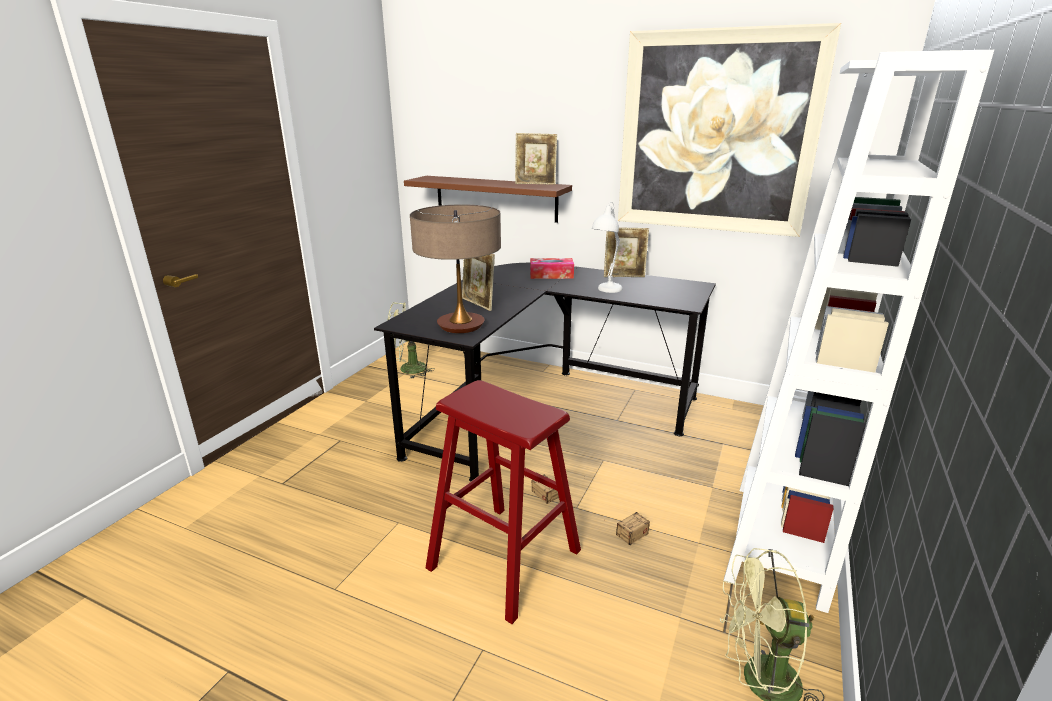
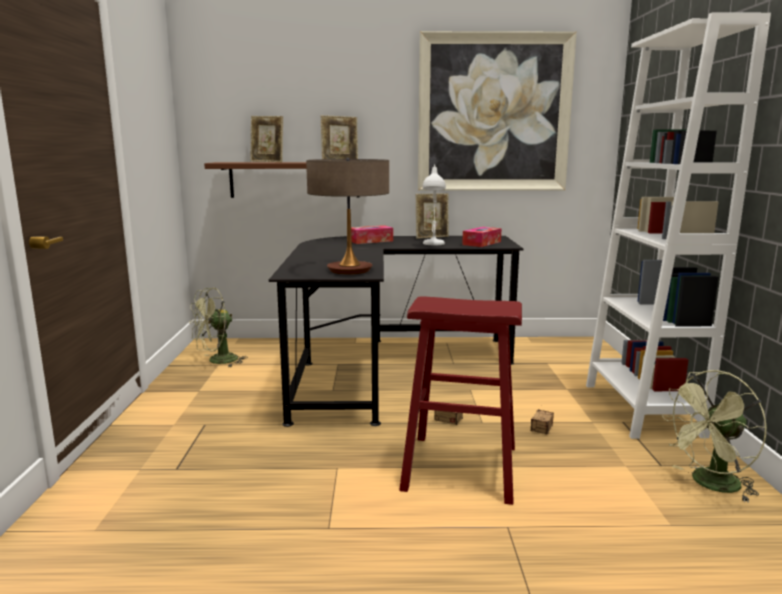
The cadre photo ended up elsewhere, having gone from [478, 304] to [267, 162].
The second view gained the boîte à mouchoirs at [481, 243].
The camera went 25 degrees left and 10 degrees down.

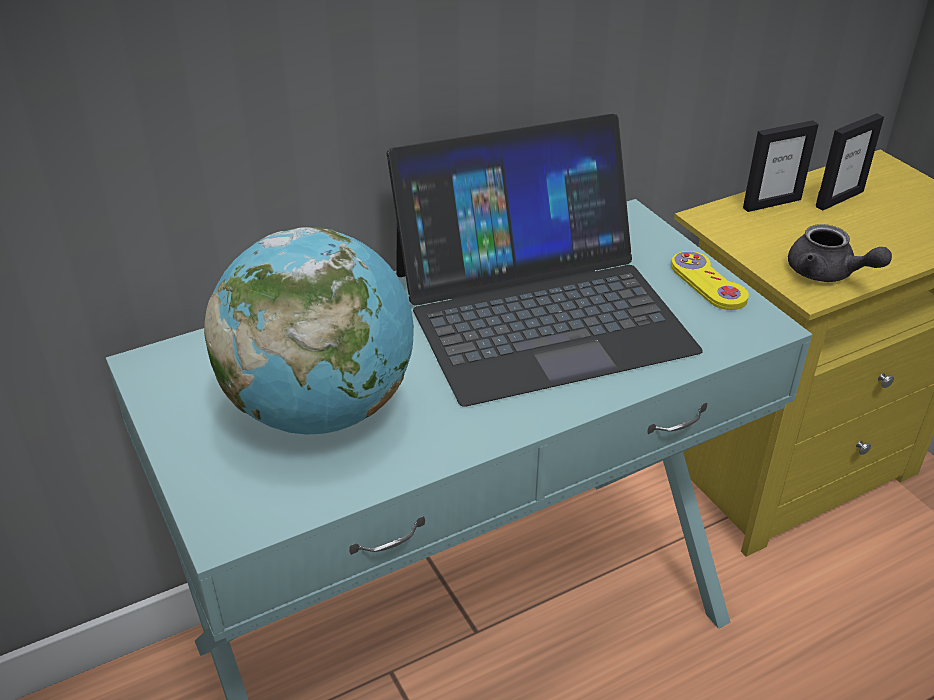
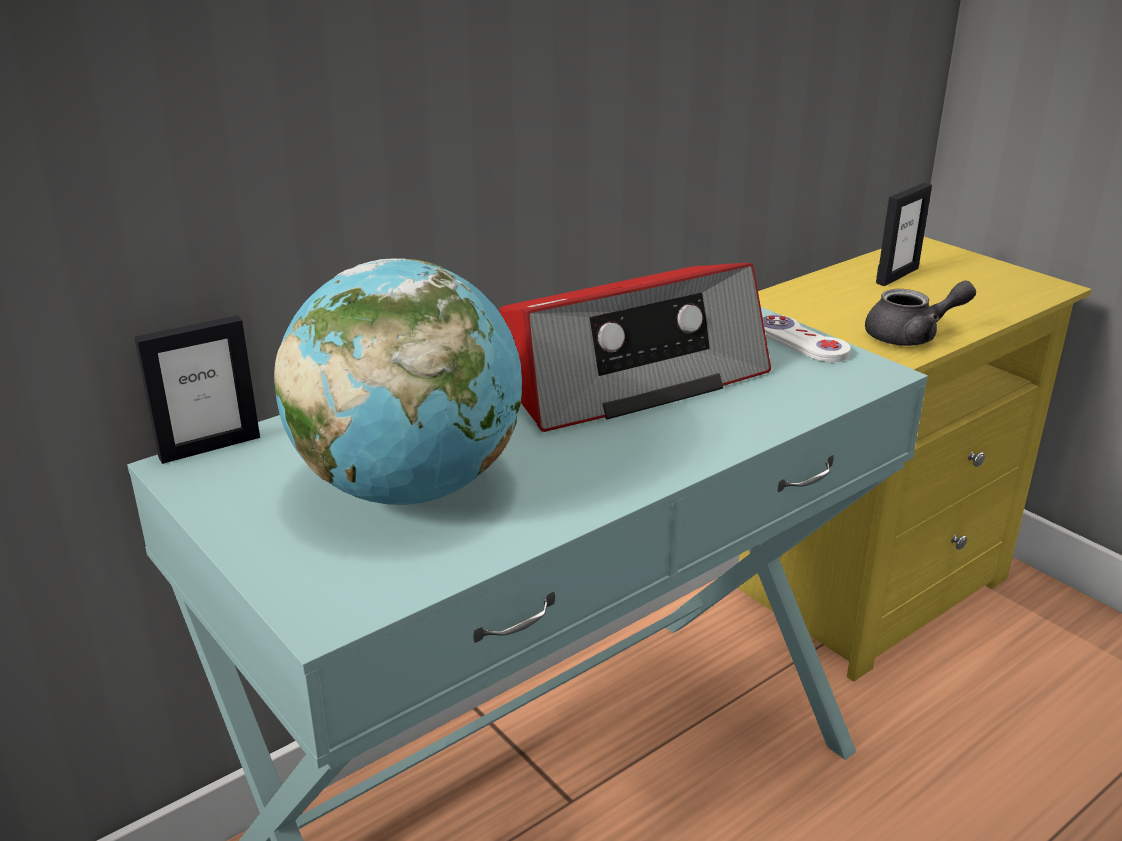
Where the ordinateur portable stood at [540, 309], the radio came to stand at [630, 378].
What was the manette/jaune at [708, 283] turned into the manette/blanc at [801, 341].
The cadre photo ended up elsewhere, having gone from [771, 203] to [209, 447].
The théière/gris at [827, 274] ended up facing another way, 45 degrees counterclockwise from before.
The camera went 10 degrees left and 10 degrees down.

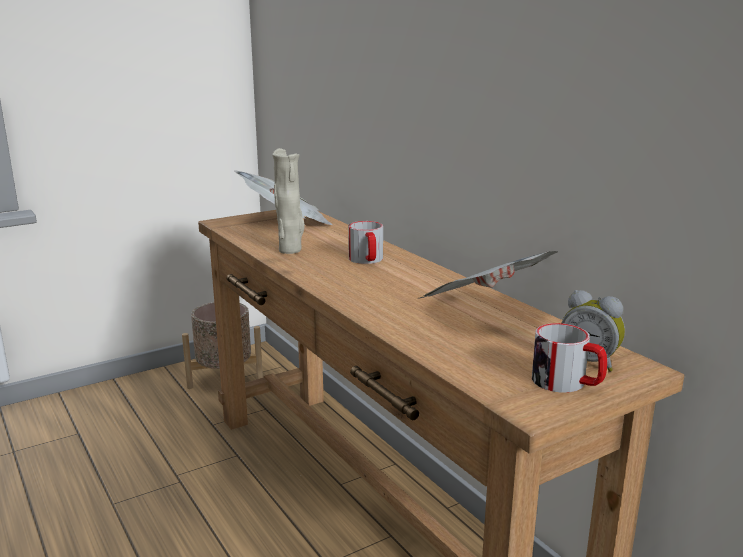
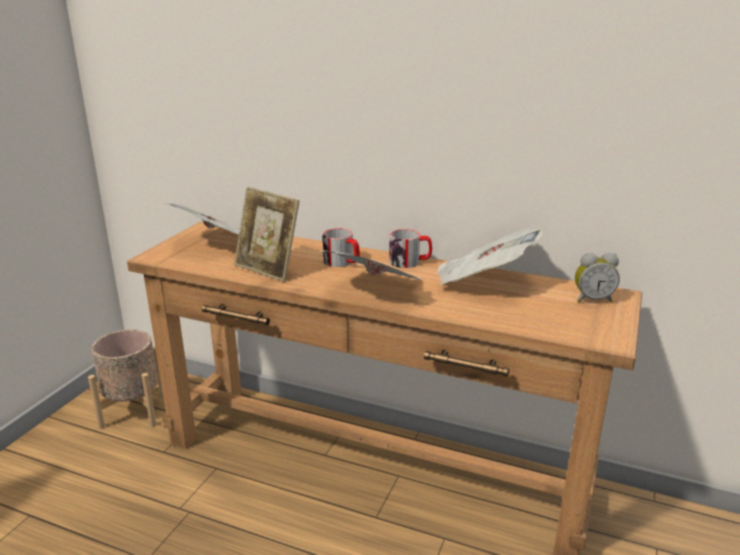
Where the vase/beige stood at [291, 250], the cadre photo came to stand at [268, 269].
The mug ended up elsewhere, having gone from [567, 383] to [410, 262].
The second view gained the journal at [377, 292].
The camera went 35 degrees left and 5 degrees up.

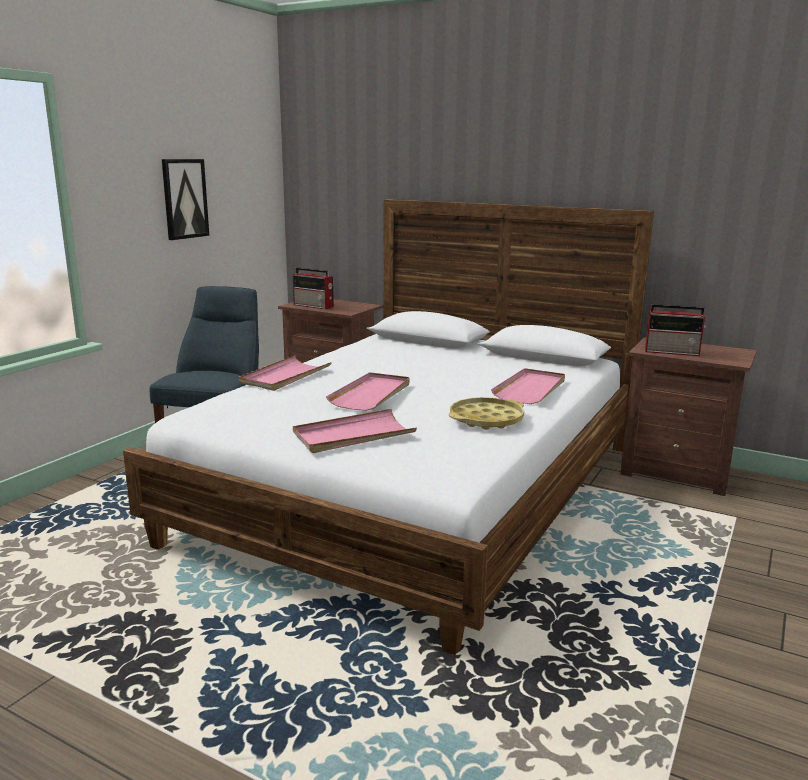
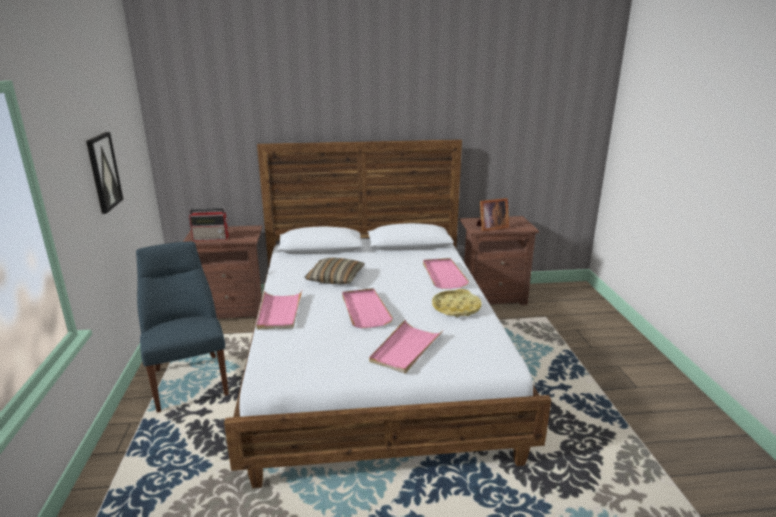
Where the radio stood at [673, 352], the cadre photo came to stand at [491, 227].
The second view gained the coussin at [335, 278].
The camera went 35 degrees left and 5 degrees up.

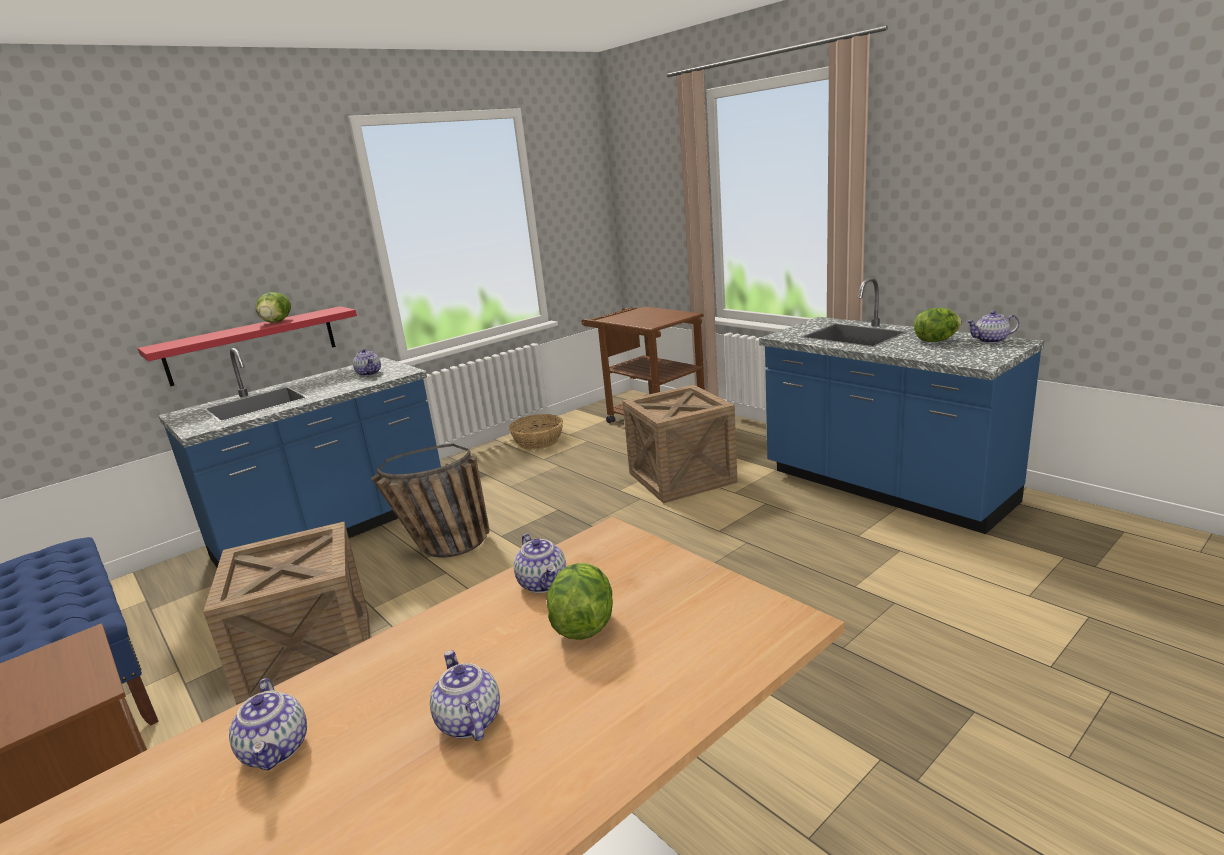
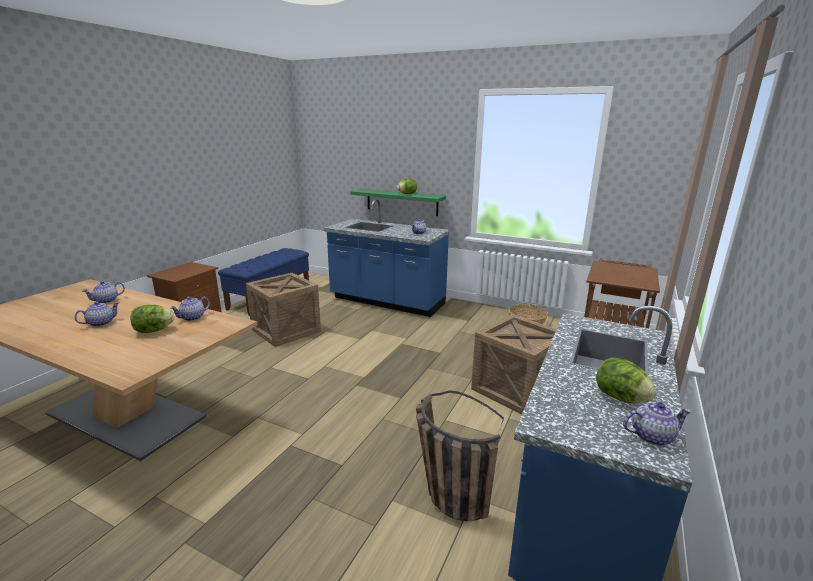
What was the étagère/rouge at [252, 345] turned into the étagère/vert at [401, 202].
The panier ended up elsewhere, having gone from [441, 549] to [446, 493].
The théière at [990, 340] ended up facing another way, 105 degrees clockwise from before.
The camera went 65 degrees right and 0 degrees up.

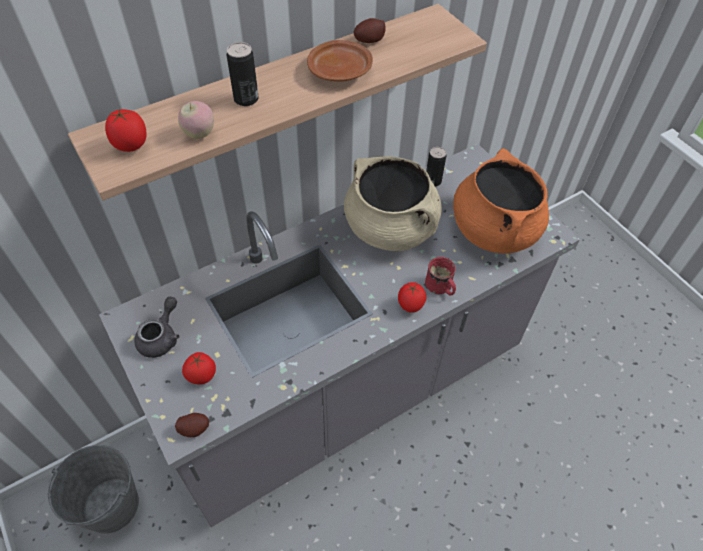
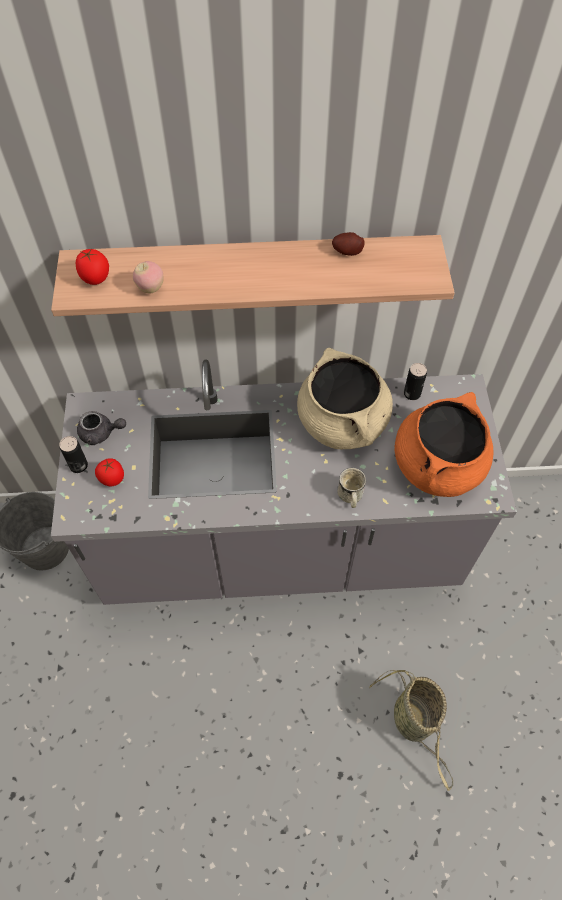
The théière/gris at [161, 337] ended up facing another way, 45 degrees clockwise from before.
The second view lost the pomme de terre at [194, 428].
The boîte métallique ended up elsewhere, having gone from [246, 99] to [78, 465].
The second view lost the assiette/marron at [340, 71].
The second view lost the tomate at [410, 306].
What was the mug/rouge at [440, 288] turned into the mug/blanc at [350, 497].
The second view gained the panier at [414, 722].
The camera went 30 degrees right and 5 degrees up.

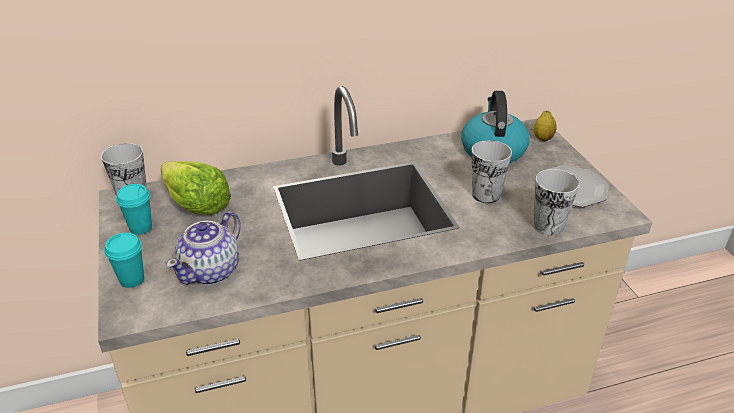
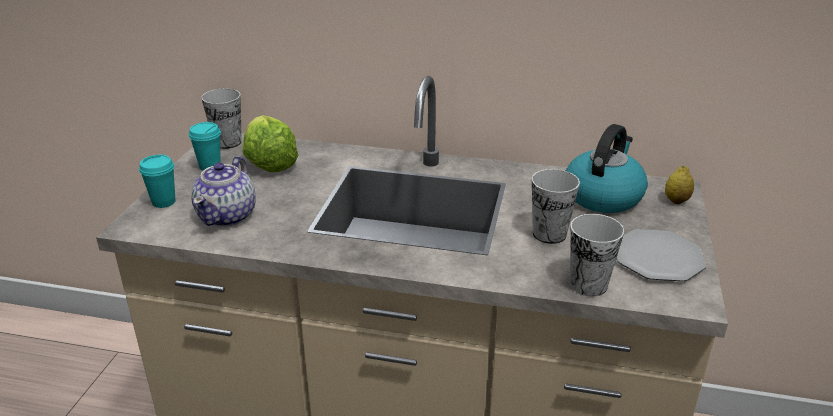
The théière at [211, 271] ended up facing another way, 45 degrees counterclockwise from before.
The camera went 30 degrees right and 5 degrees down.

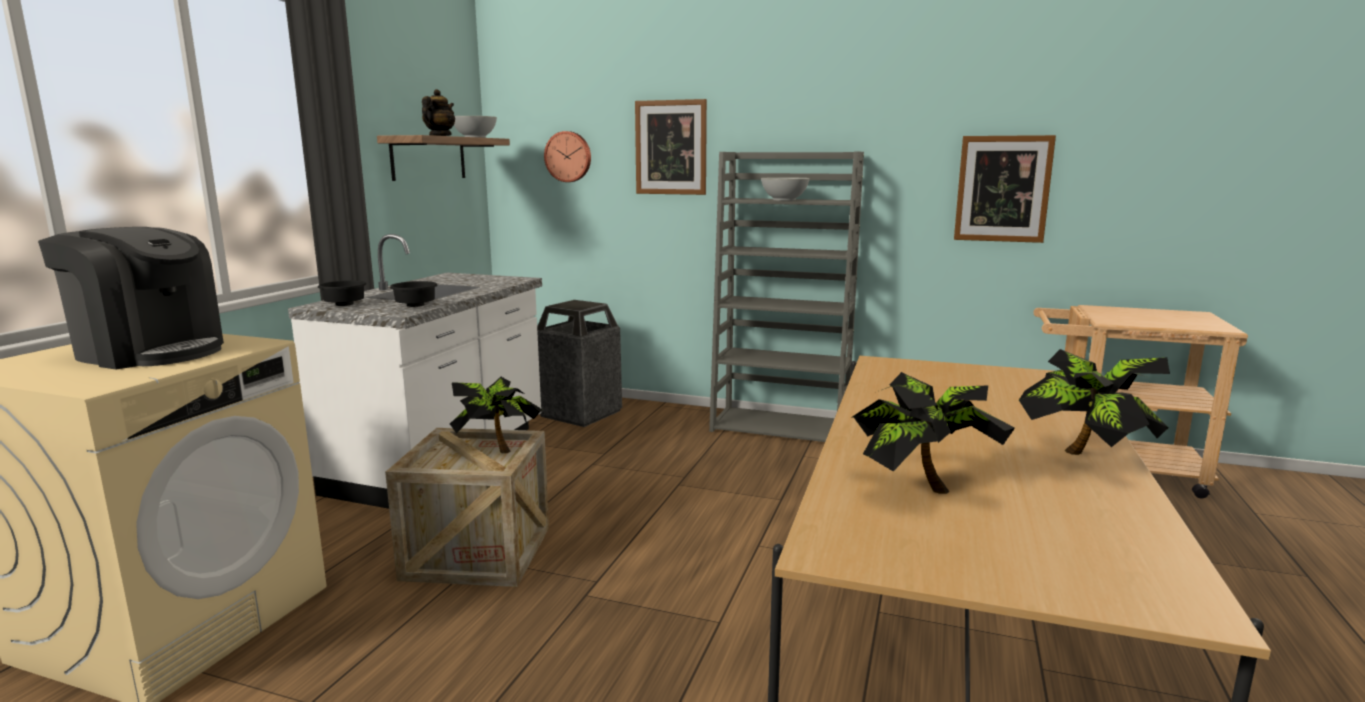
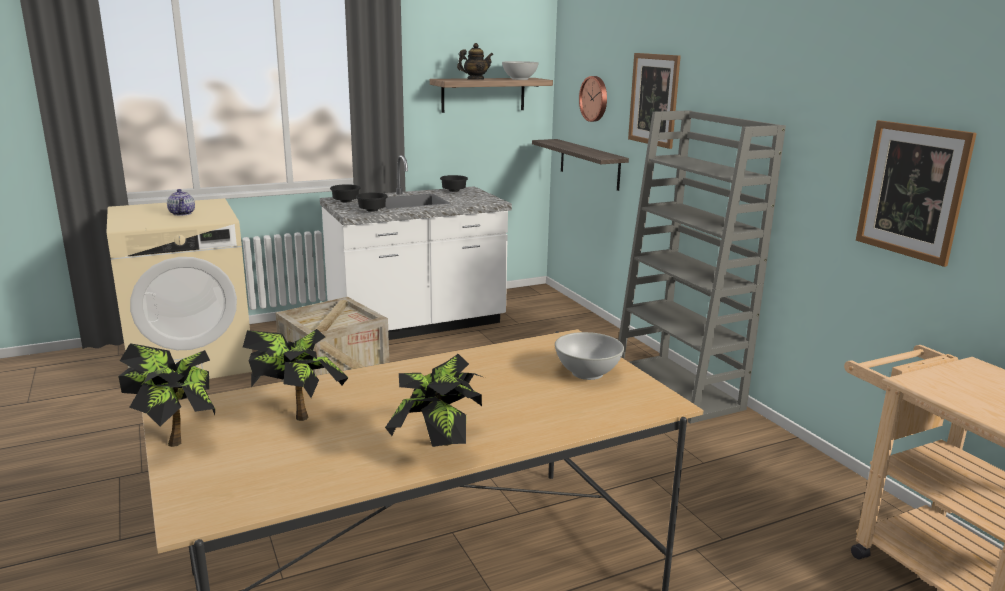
Where the machine à café stood at [150, 352], the théière came to stand at [182, 213].
The plante en pot ended up elsewhere, having gone from [497, 449] to [177, 436].
The second view lost the poubelle at [580, 414].
The bol/blanc ended up elsewhere, having gone from [784, 200] to [587, 373].
The second view gained the bol/noir at [454, 191].
The second view gained the étagère at [589, 164].
The camera went 45 degrees right and 5 degrees up.

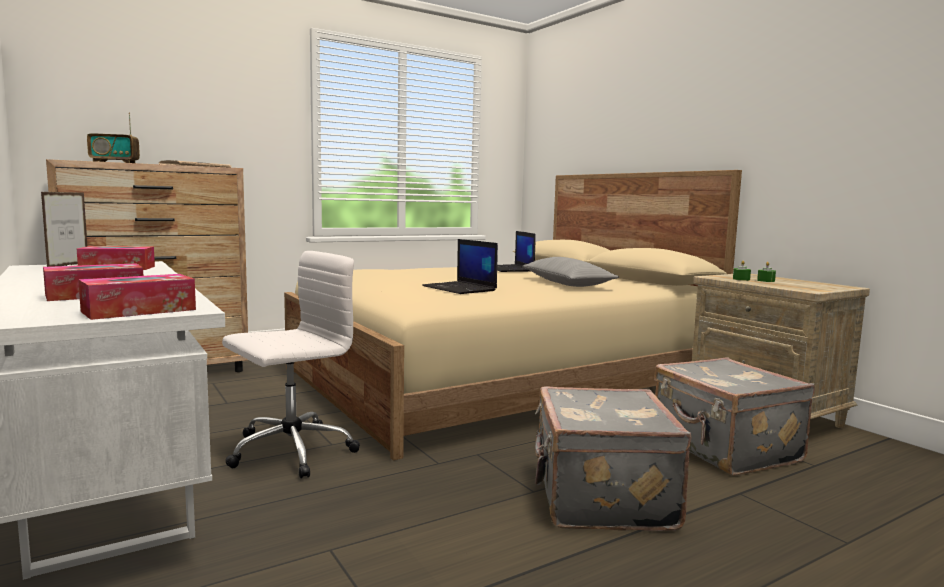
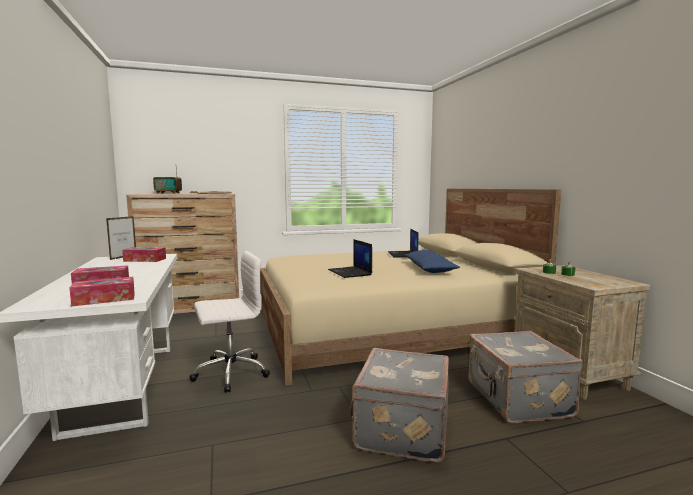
What was the coussin/gris at [567, 283] turned into the coussin/bleu at [429, 269].
The camera went 15 degrees right and 0 degrees up.

